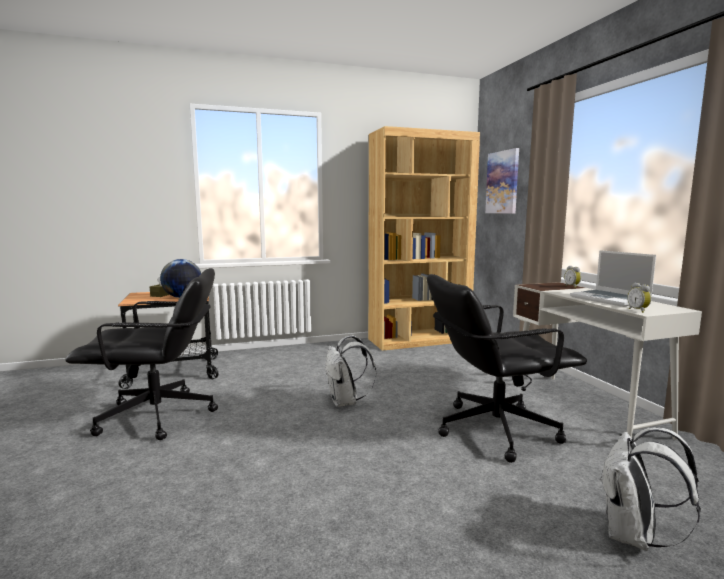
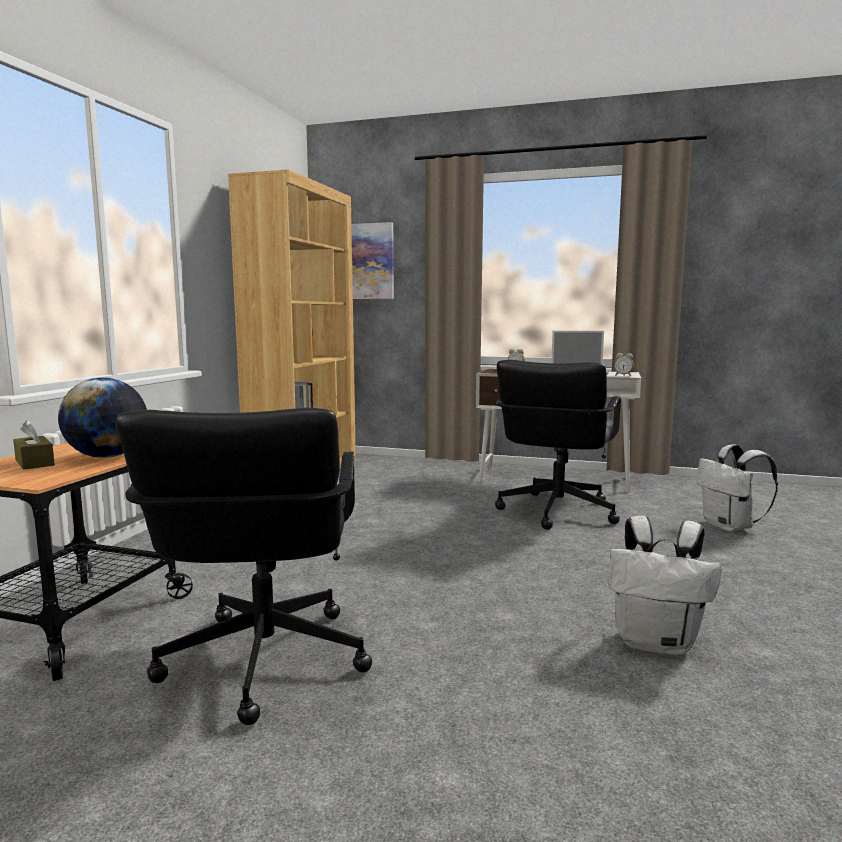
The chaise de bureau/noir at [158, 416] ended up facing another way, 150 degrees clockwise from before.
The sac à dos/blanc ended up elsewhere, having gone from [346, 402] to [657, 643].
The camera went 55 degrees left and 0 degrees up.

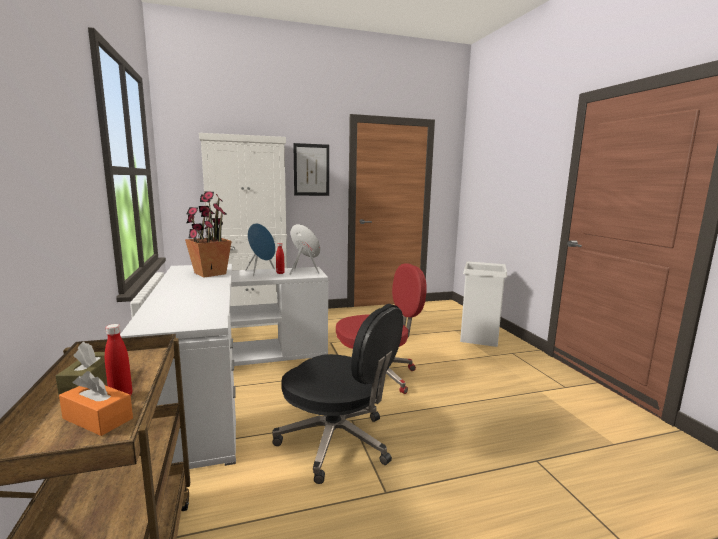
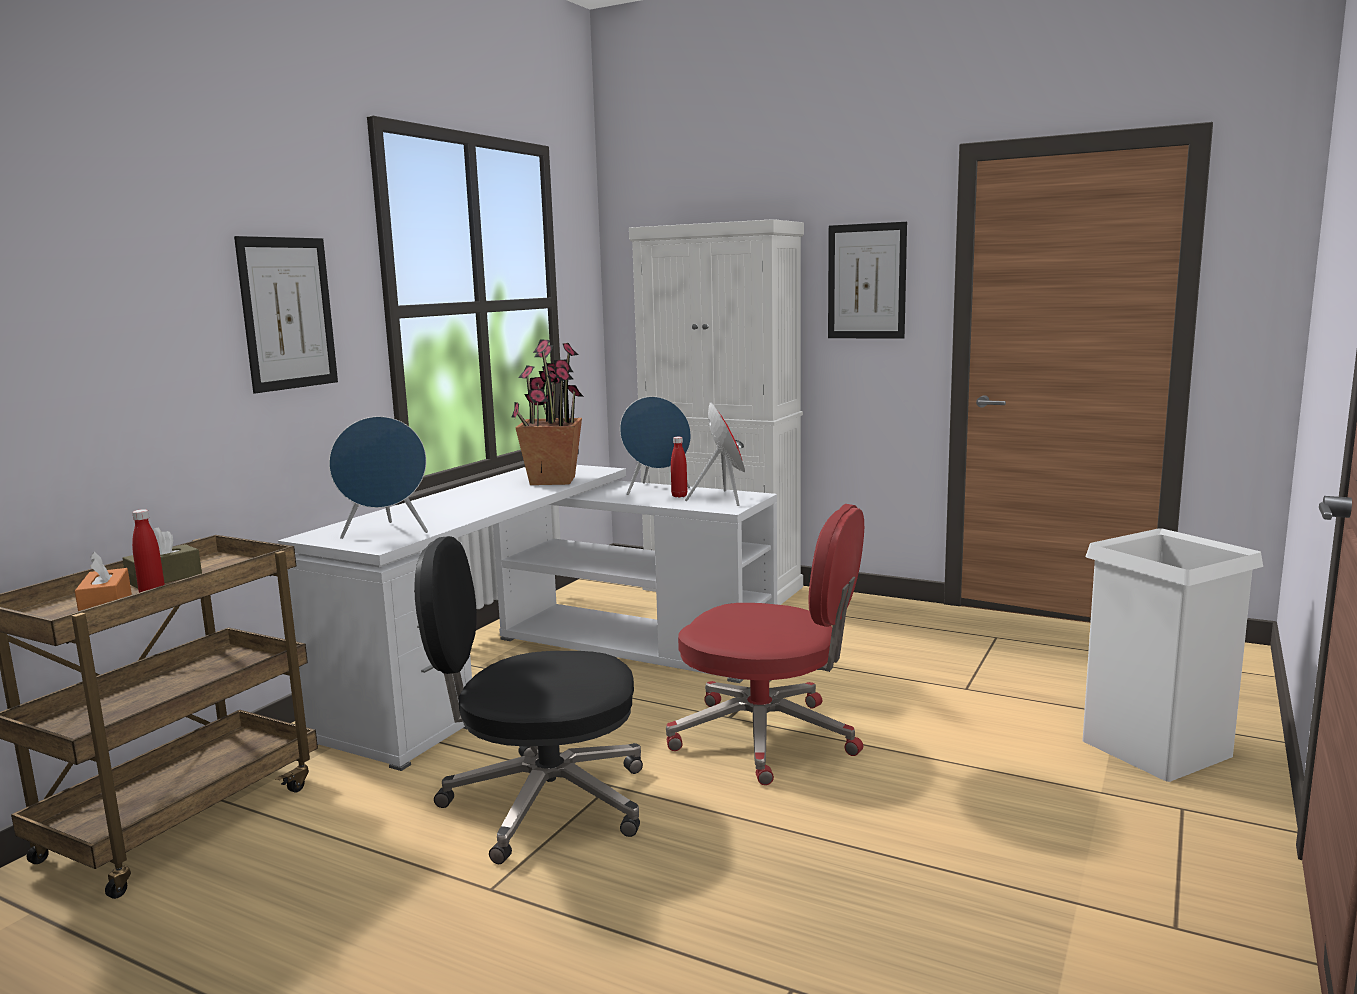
The chaise de bureau/noir at [337, 442] ended up facing another way, 105 degrees clockwise from before.
The second view gained the tableau at [288, 313].
The second view gained the enceinte/bleu at [386, 533].
The camera went 45 degrees right and 0 degrees up.

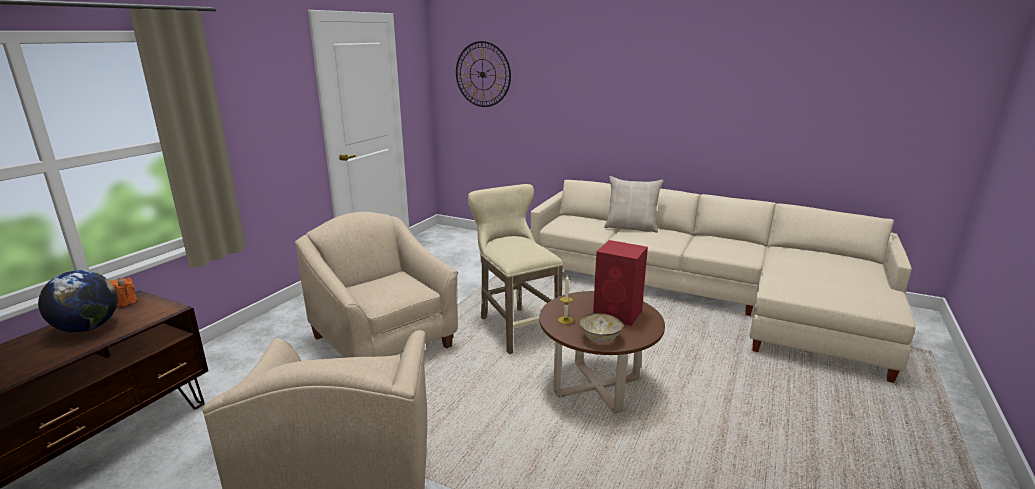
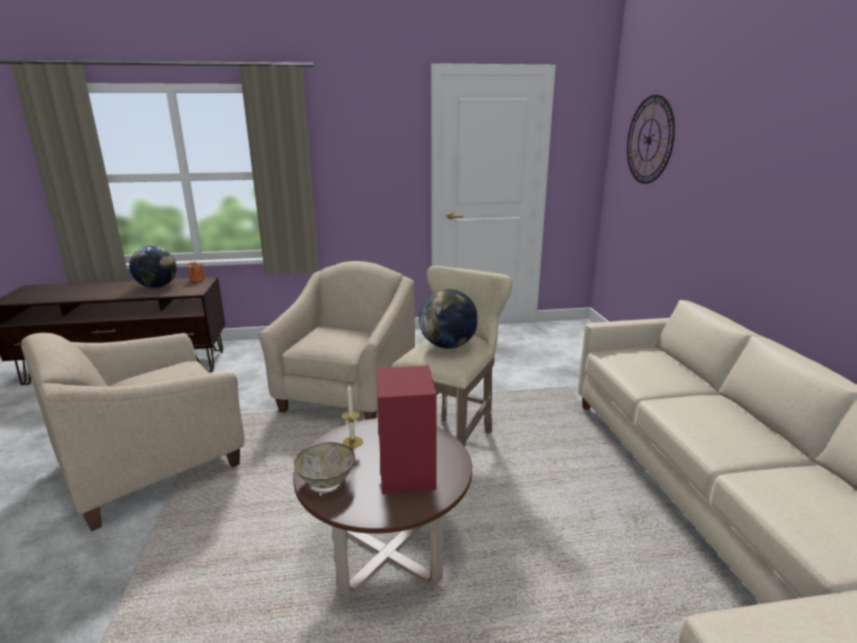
The second view lost the coussin/beige at [631, 227].
The second view gained the globe at [448, 345].
The camera went 55 degrees right and 0 degrees up.

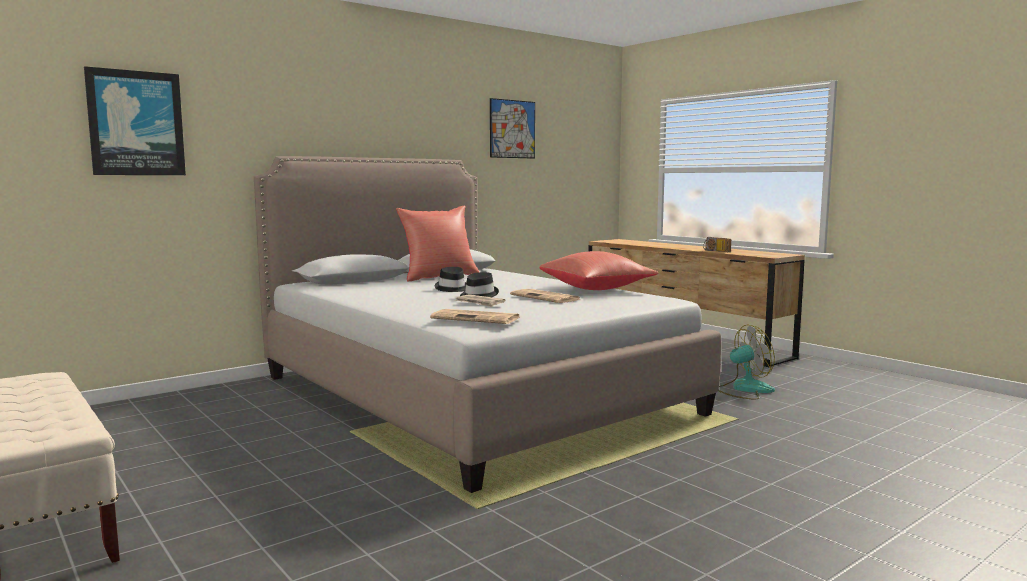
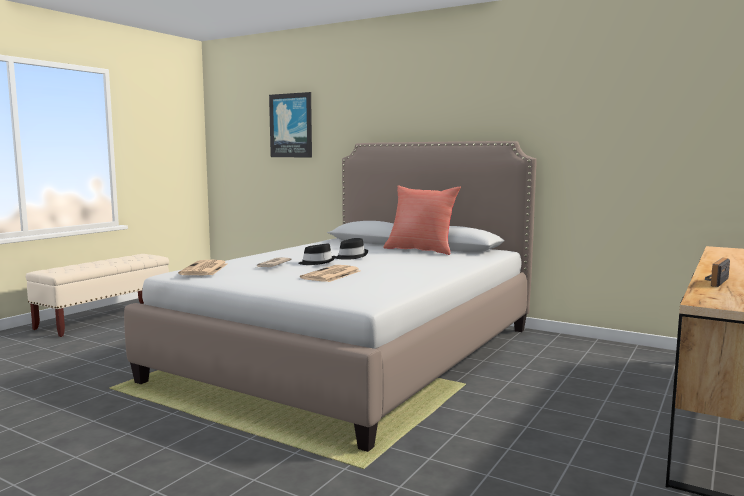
The second view lost the tableau at [512, 129].
The second view lost the coussin/rouge at [597, 289].
The second view lost the ventilateur at [744, 389].
The camera went 70 degrees right and 0 degrees up.

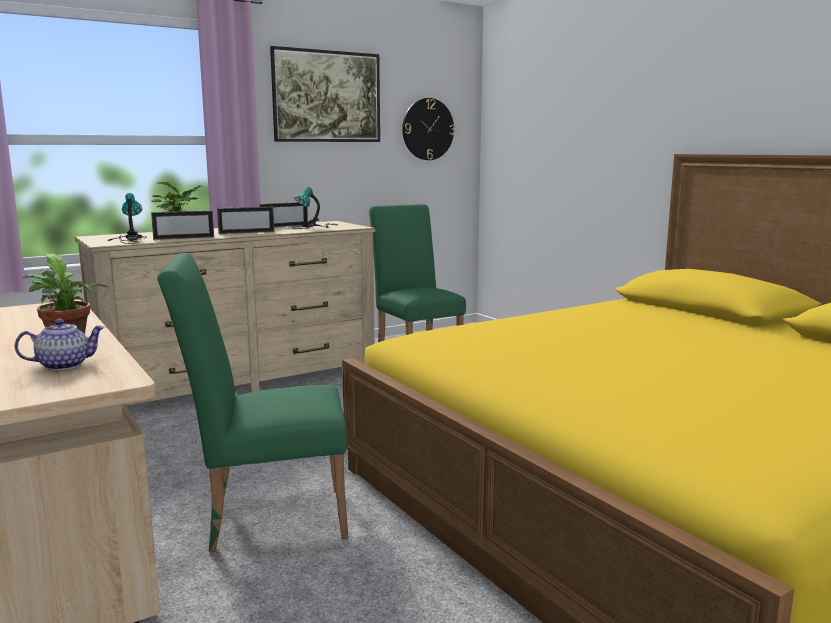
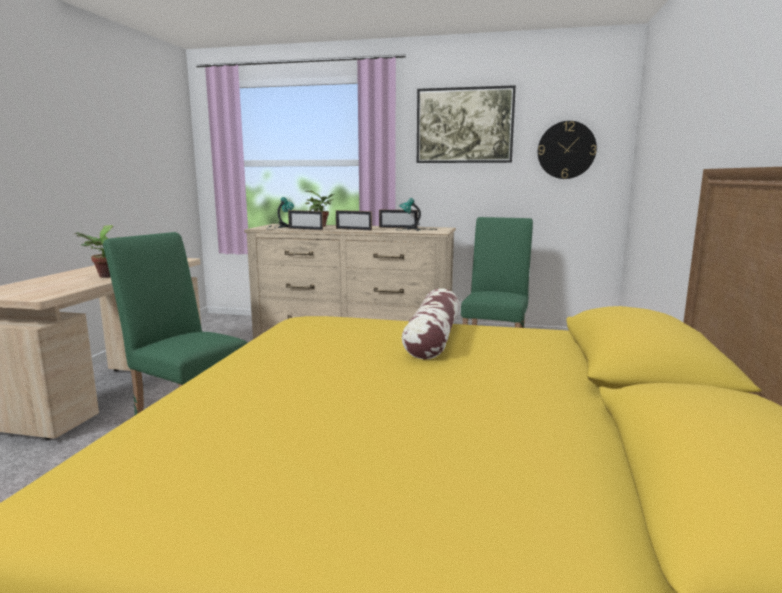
The second view lost the théière at [64, 365].
The second view gained the coussin at [433, 338].
The camera went 45 degrees right and 0 degrees up.

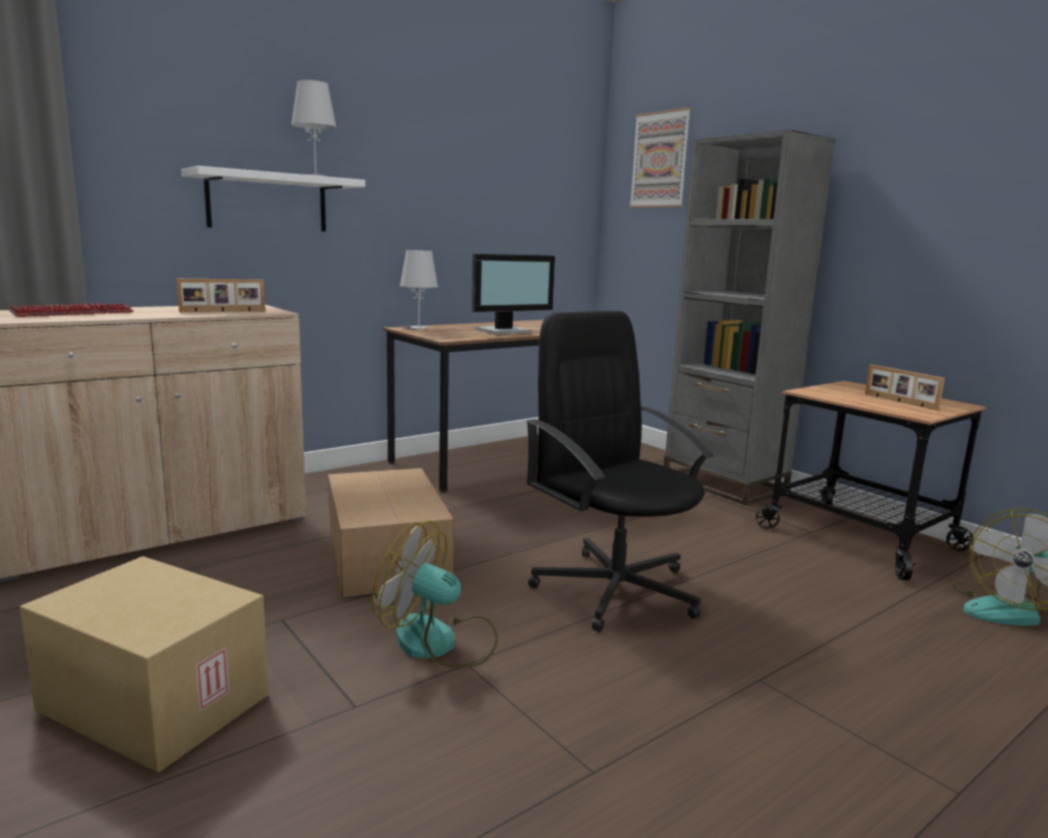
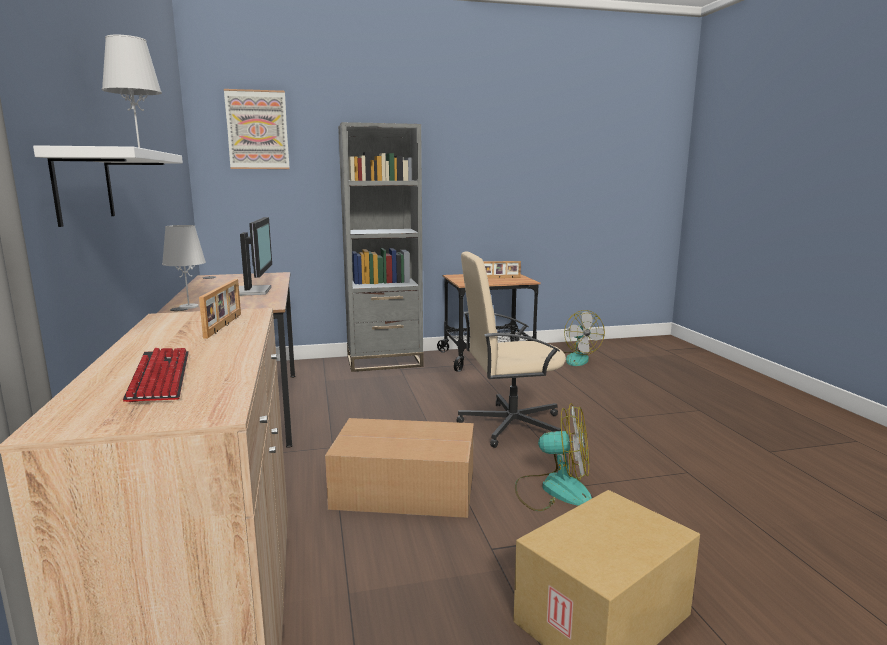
The ventilateur at [440, 642] ended up facing another way, 120 degrees counterclockwise from before.
What was the chaise de bureau/noir at [615, 588] turned into the chaise de bureau/beige at [510, 425].
The camera went 65 degrees left and 0 degrees up.

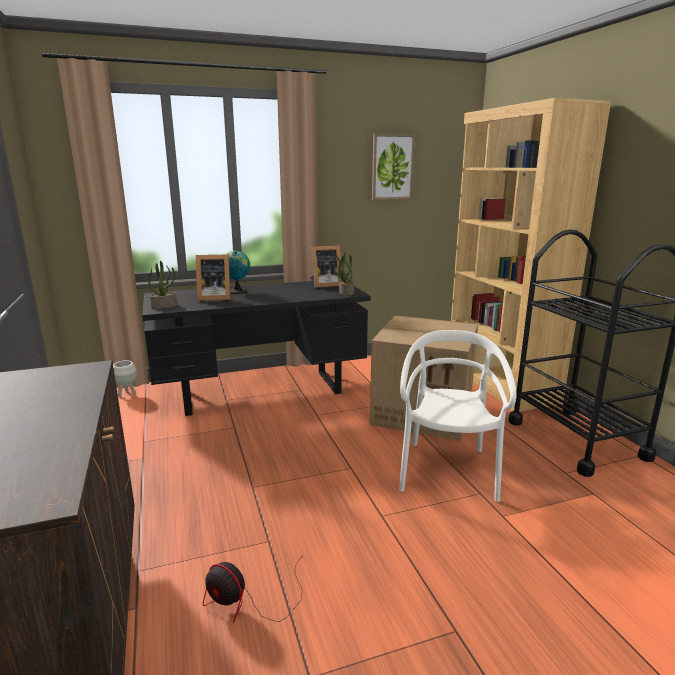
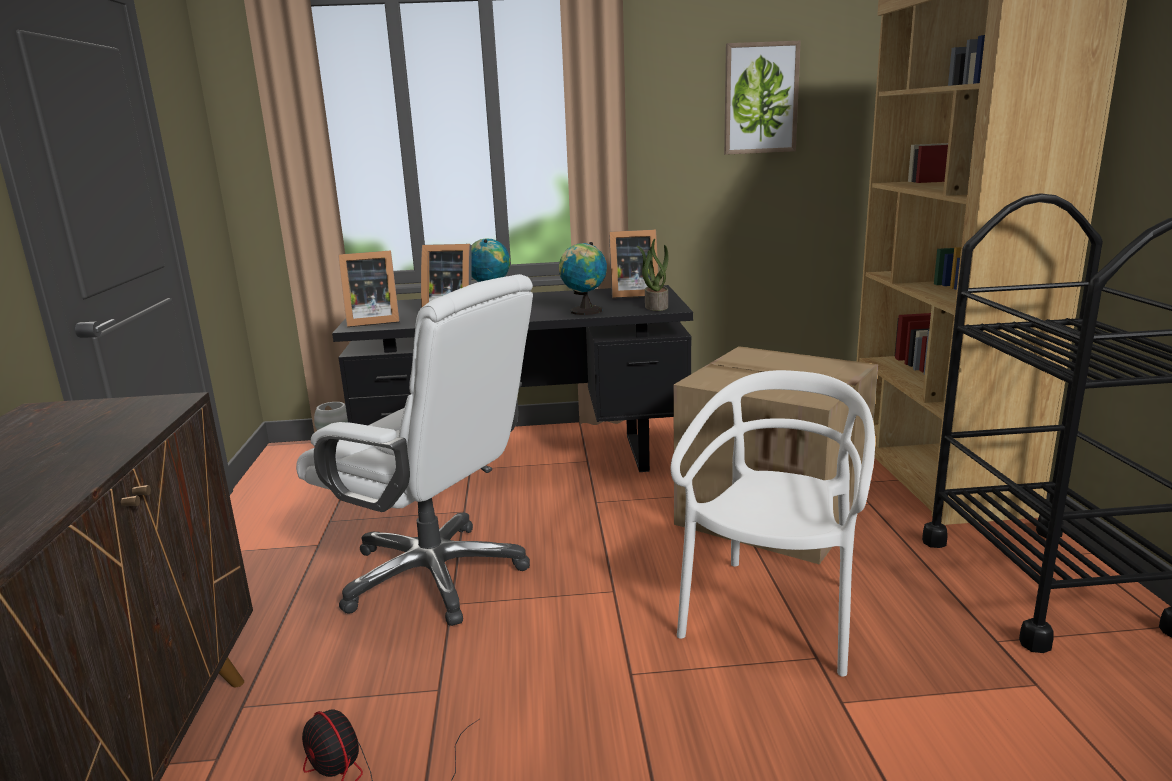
Where the plante en pot stood at [164, 306], the cadre photo came to stand at [371, 321].
The second view gained the chaise de bureau/blanc at [435, 575].
The second view gained the globe at [584, 311].
The camera went 15 degrees right and 0 degrees up.

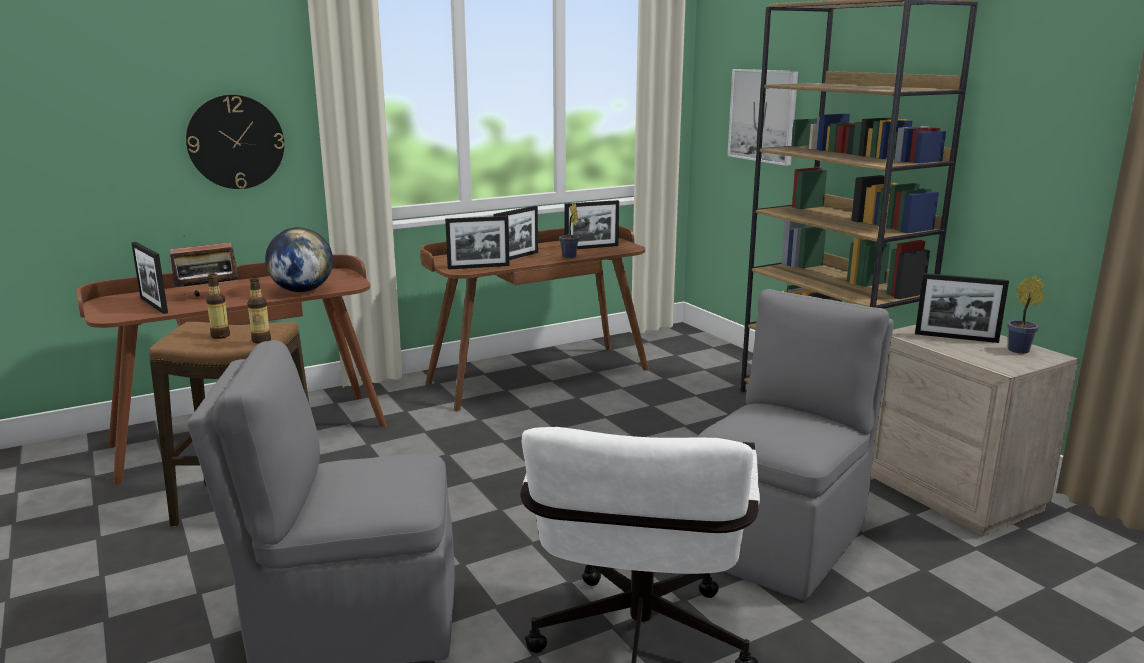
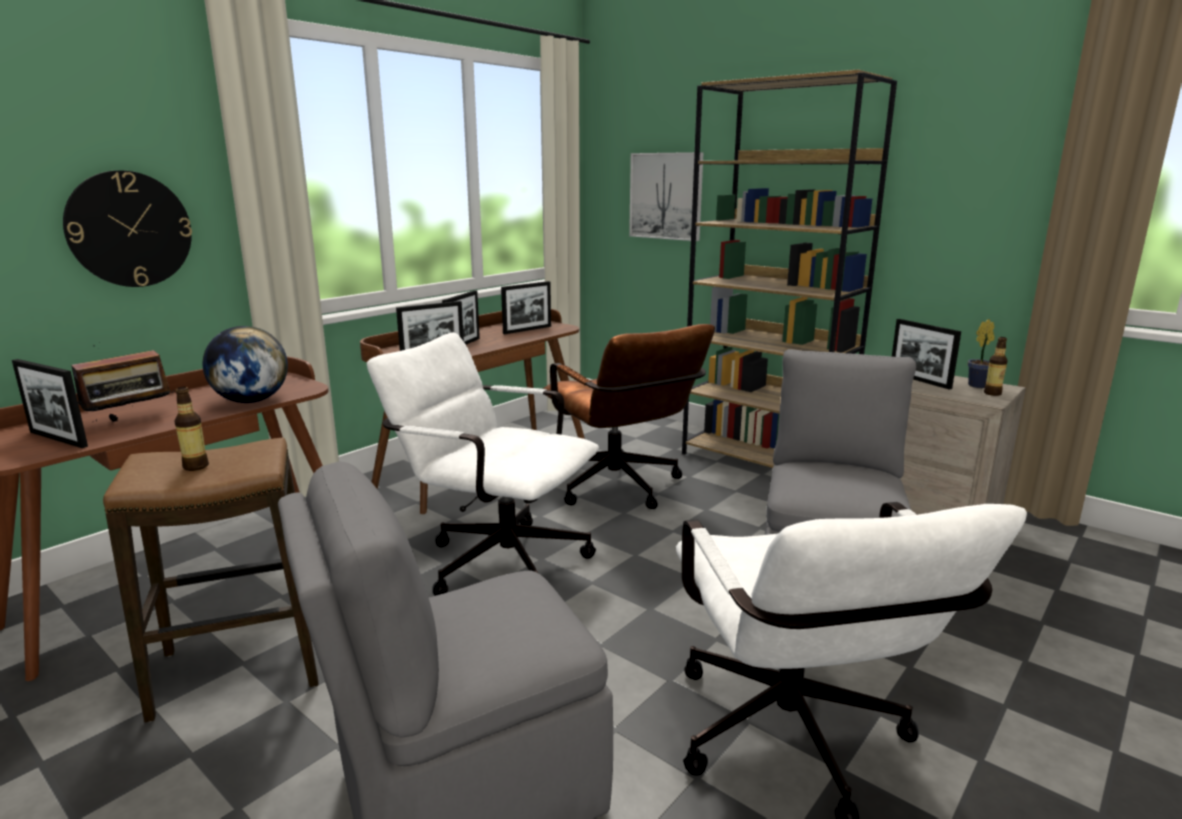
The bouteille ended up elsewhere, having gone from [261, 341] to [992, 393].
The second view lost the plante en pot at [569, 257].
The cadre photo at [956, 337] ended up facing another way, 60 degrees clockwise from before.
The second view gained the chaise de bureau/blanc at [494, 560].
The second view gained the chaise de bureau/marron at [621, 489].
The camera went 20 degrees left and 0 degrees up.

